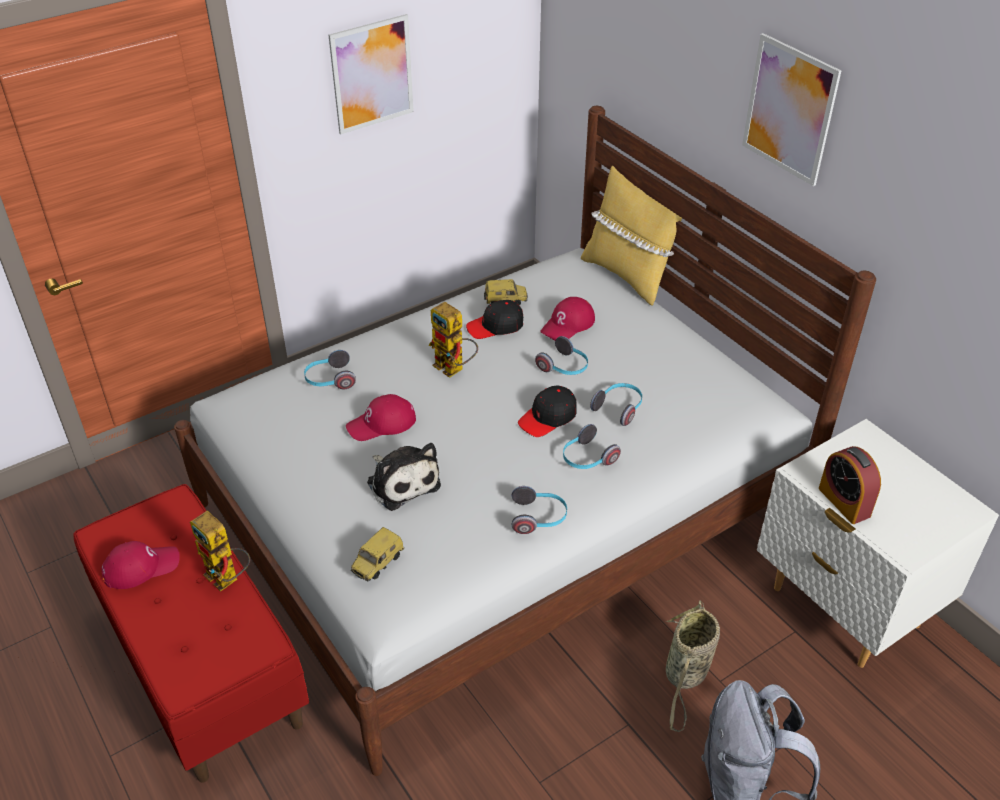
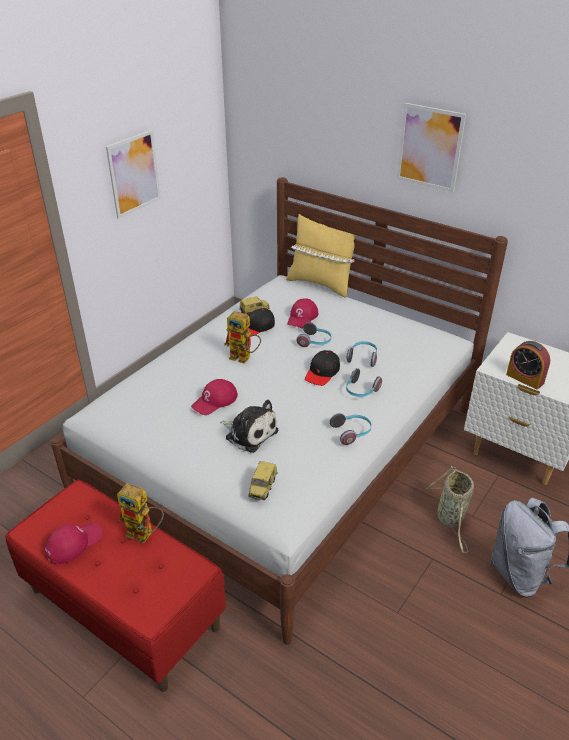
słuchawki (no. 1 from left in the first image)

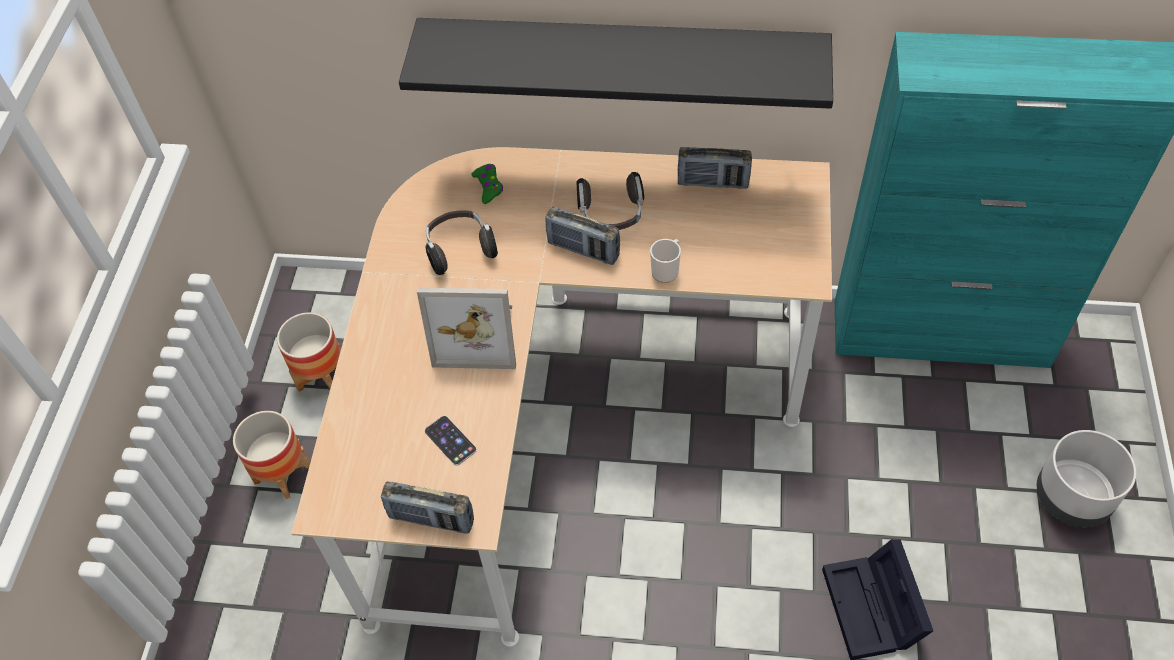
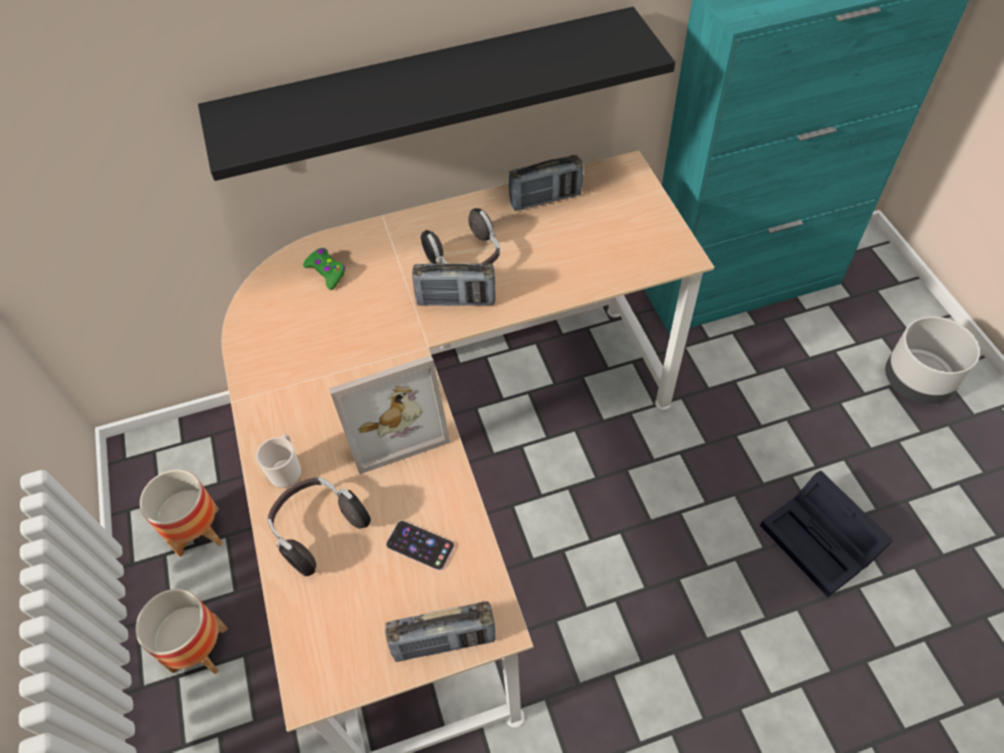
słuchawki (no. 1 from left); kubek

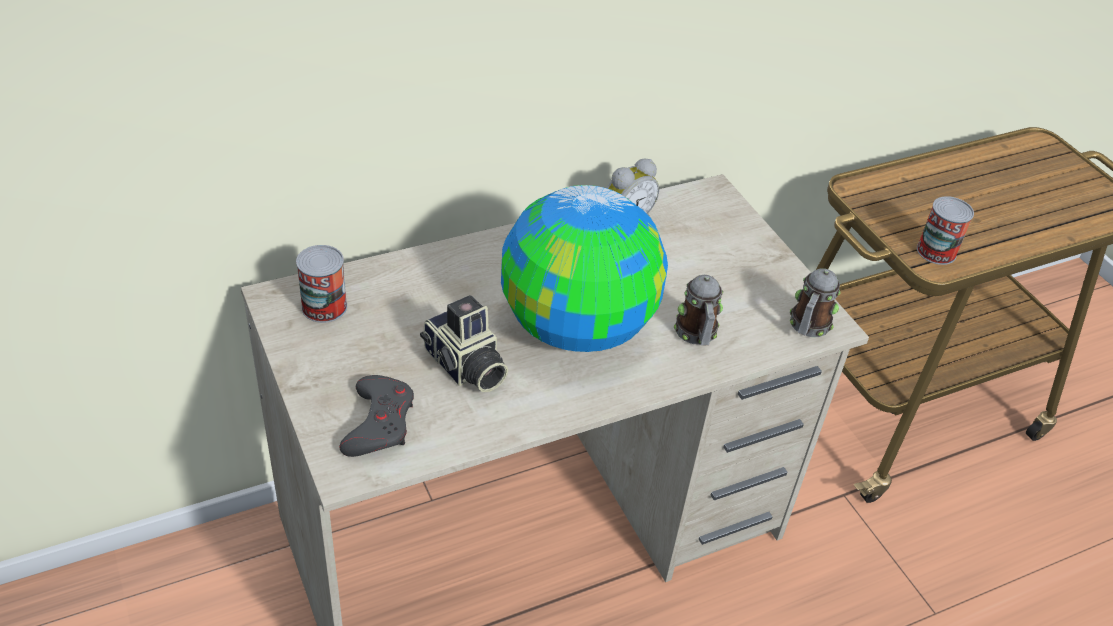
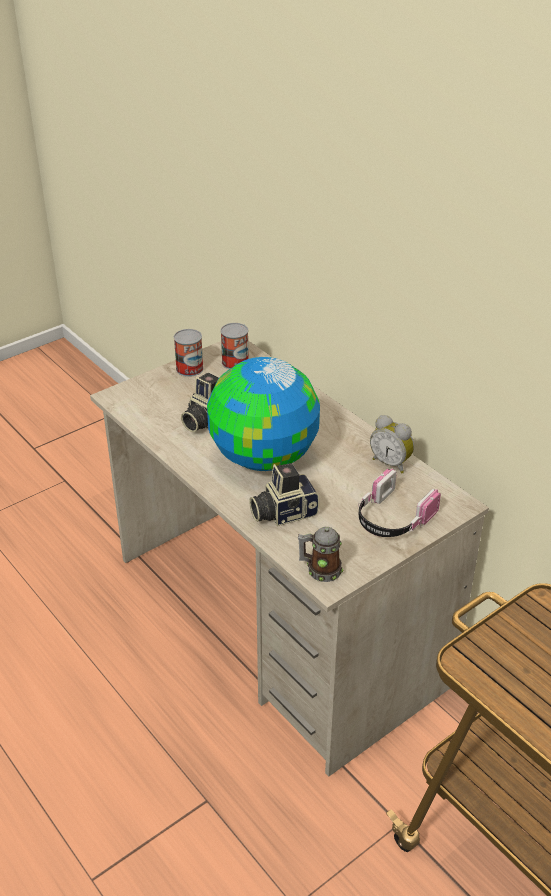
puszka (no. 1 from left); aparat fotograficzny (no. 2 from left); pad do gier/szary; słuchawki

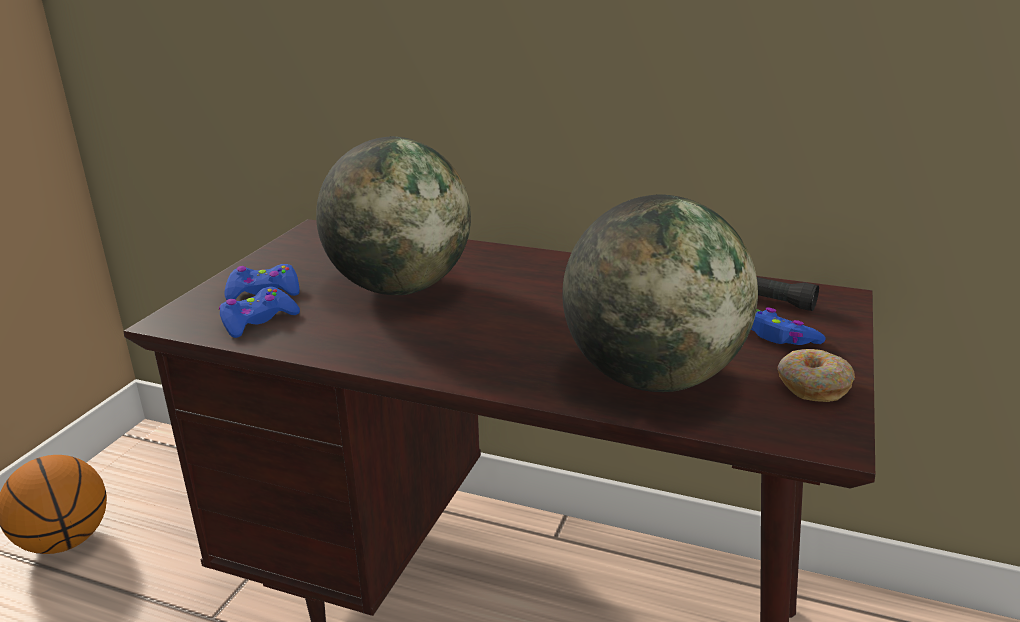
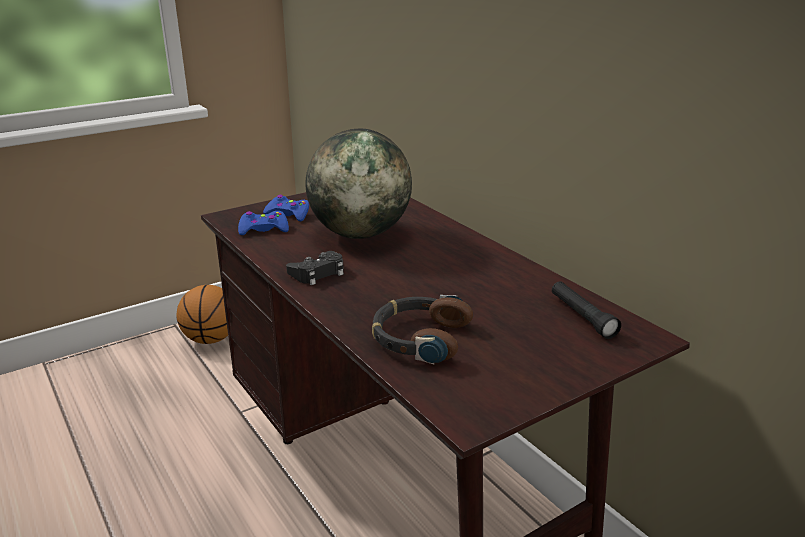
słuchawki; pad do gier/niebieski (no. 3 from left in the first image); donut; pad do gier/czarny

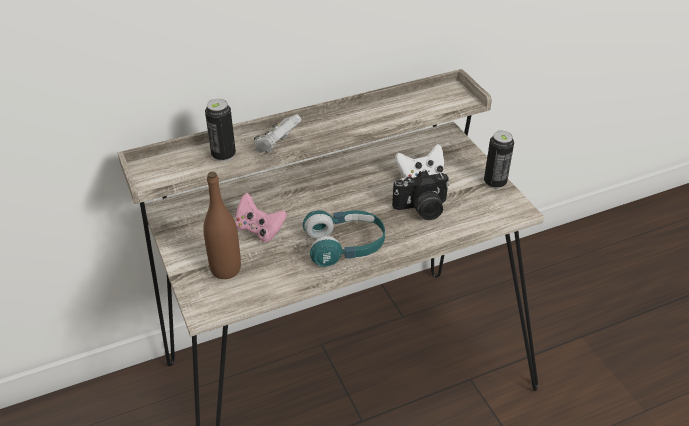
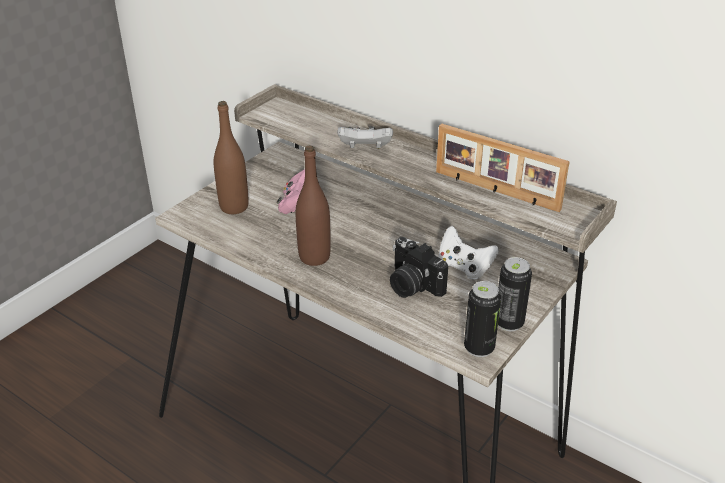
puszka (no. 1 from left); butelka/brązowy (no. 2 from left); ramka na zdjęcie

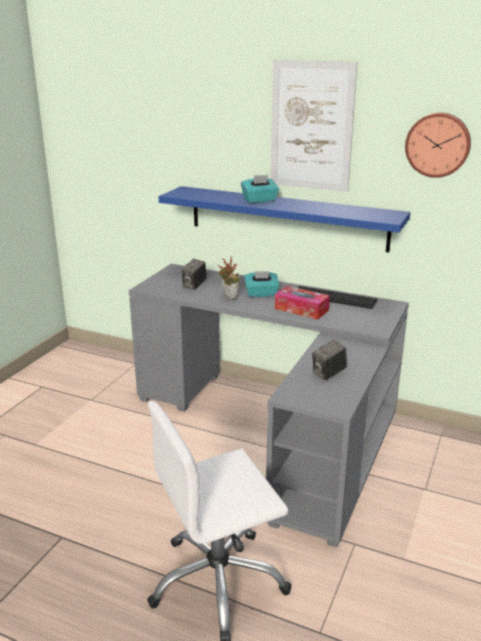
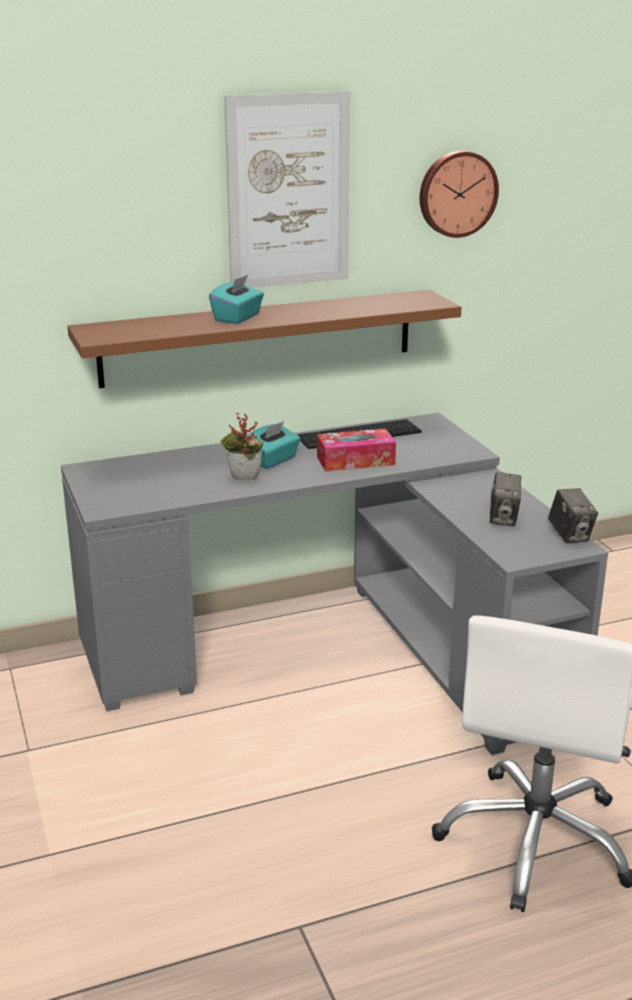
półka/brązowy; aparat fotograficzny (no. 2 from left)

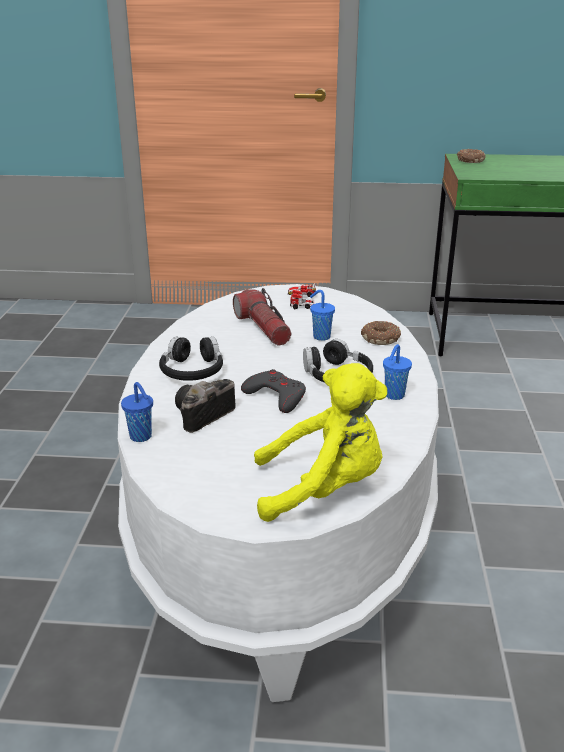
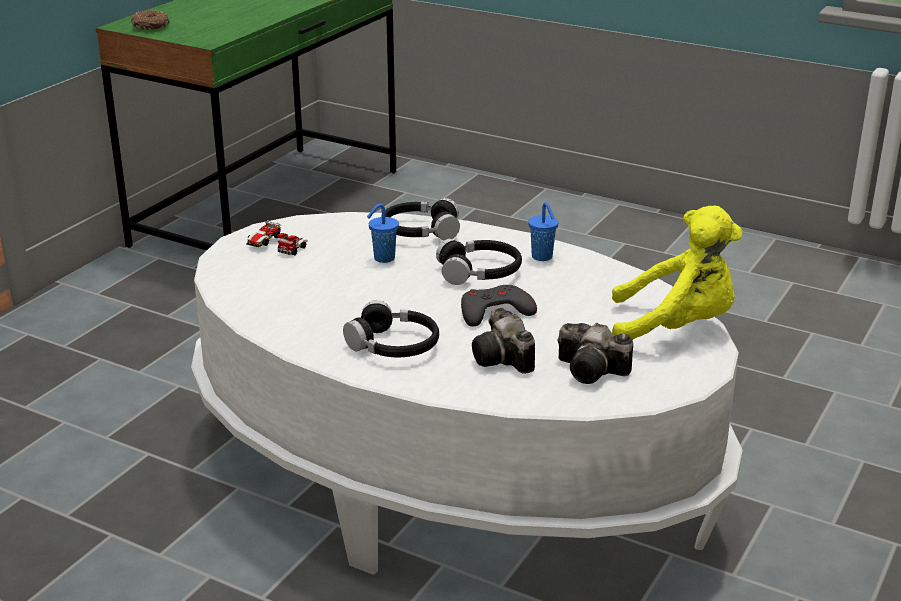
latarka; słuchawki/czarny (no. 2 from left); pluszak/żółty; filiżanka/niebieski (no. 1 from left in the first image); aparat fotograficzny (no. 2 from left)

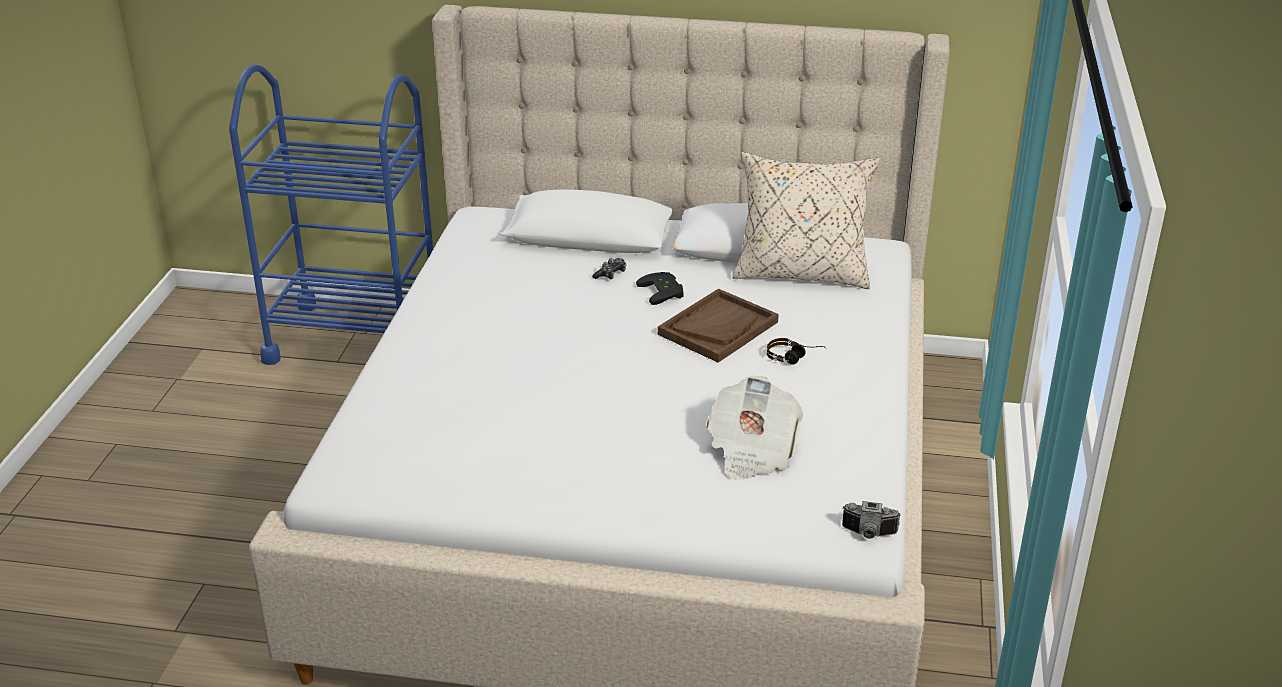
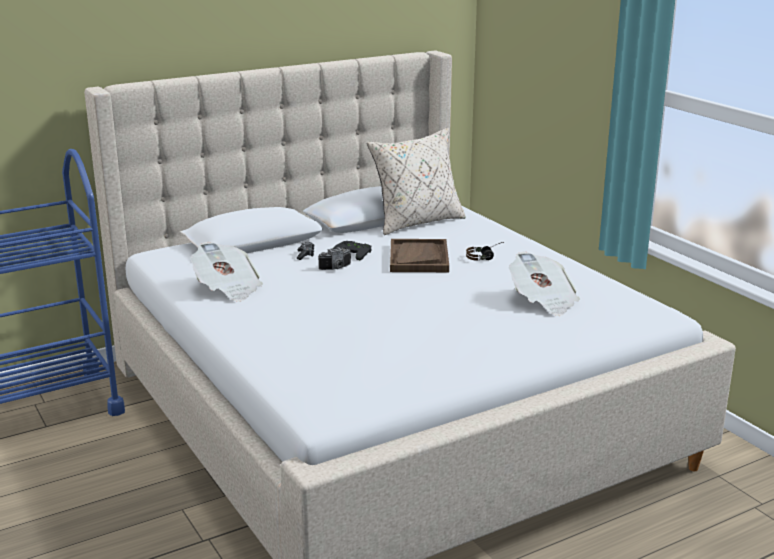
aparat fotograficzny; gazeta (no. 1 from left)

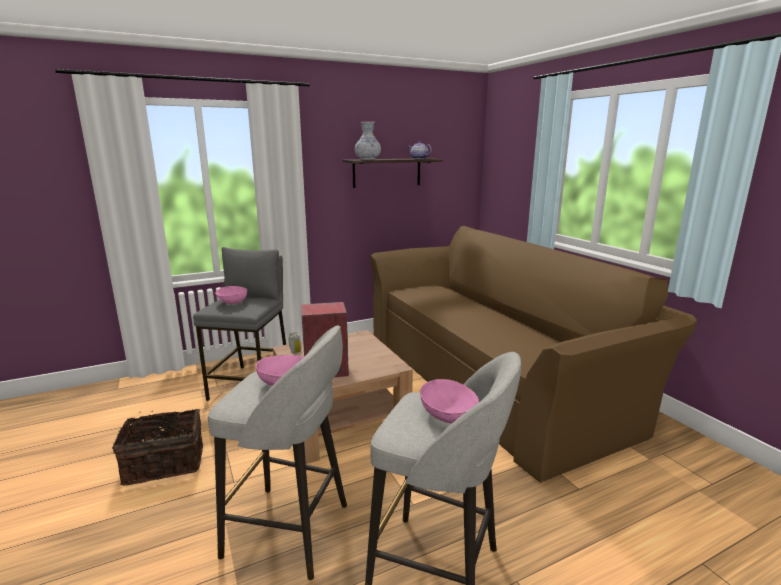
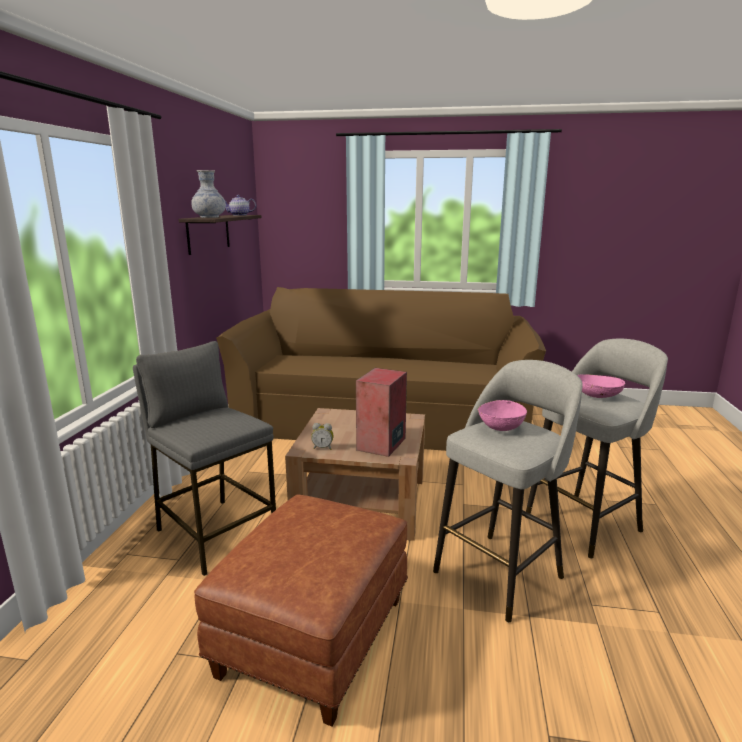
miska/różowy (no. 1 from left in the first image); pufa/brązowy

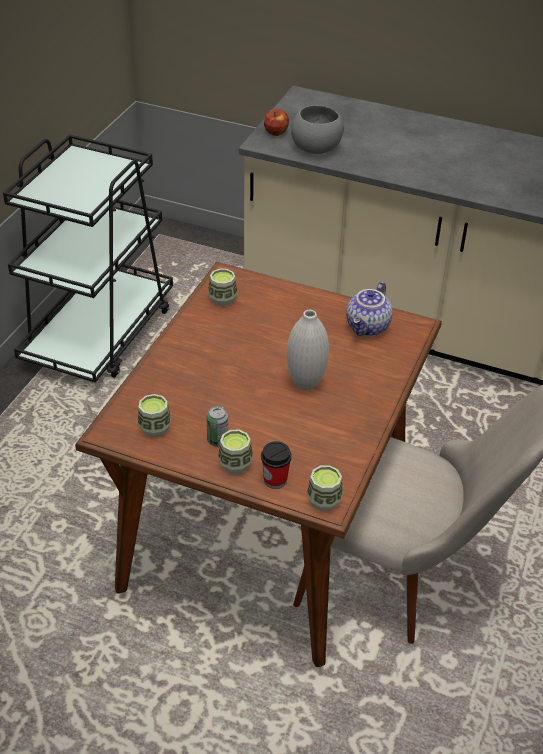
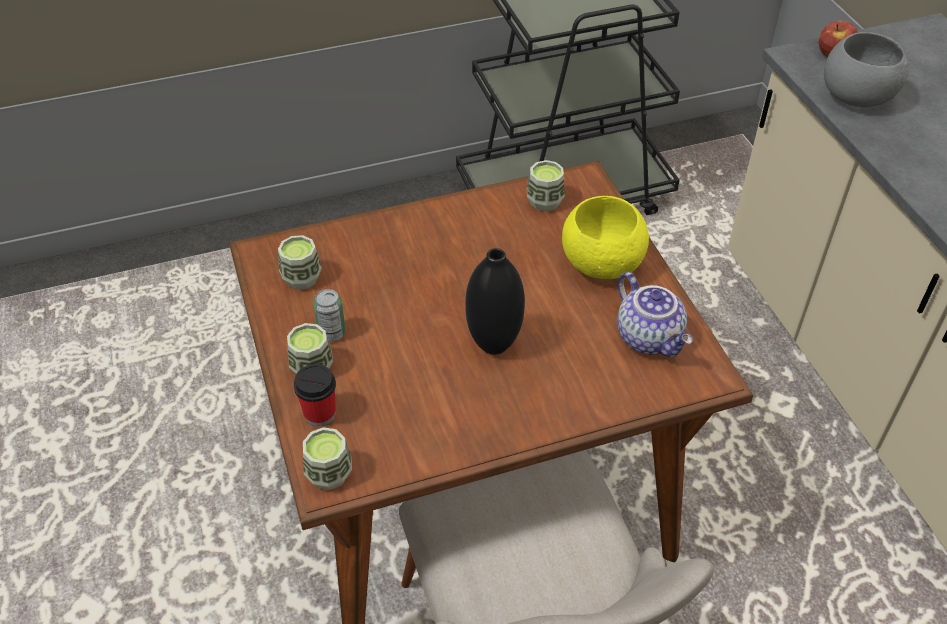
imbryk; wazon/czarny; miska/żółty

